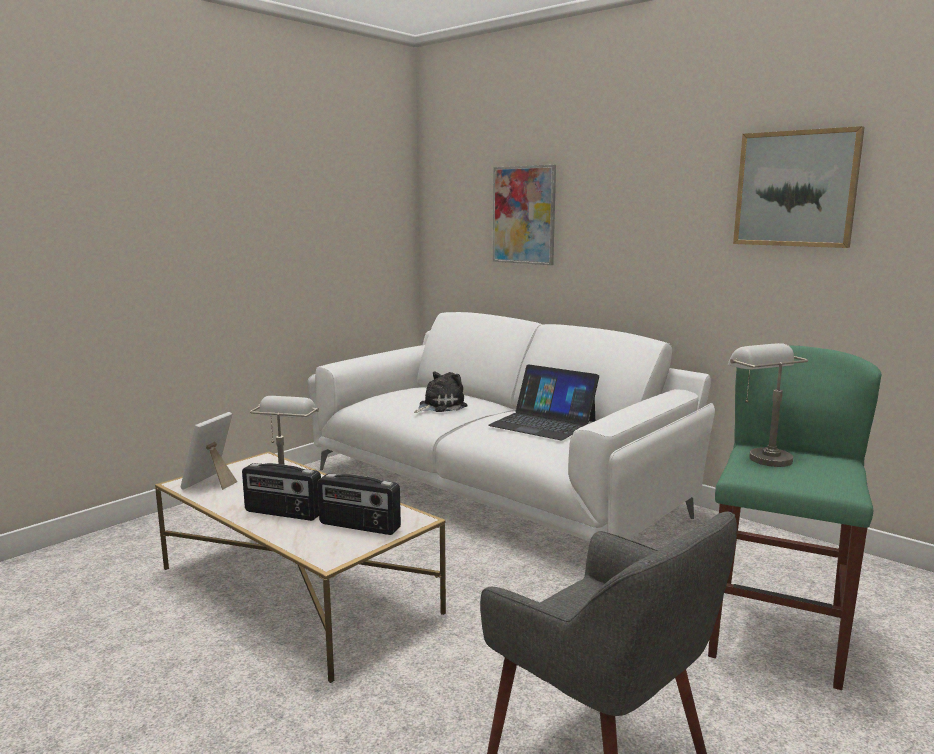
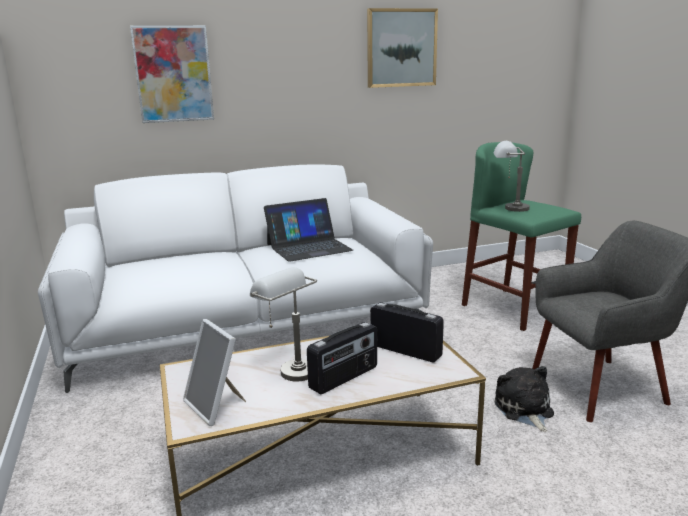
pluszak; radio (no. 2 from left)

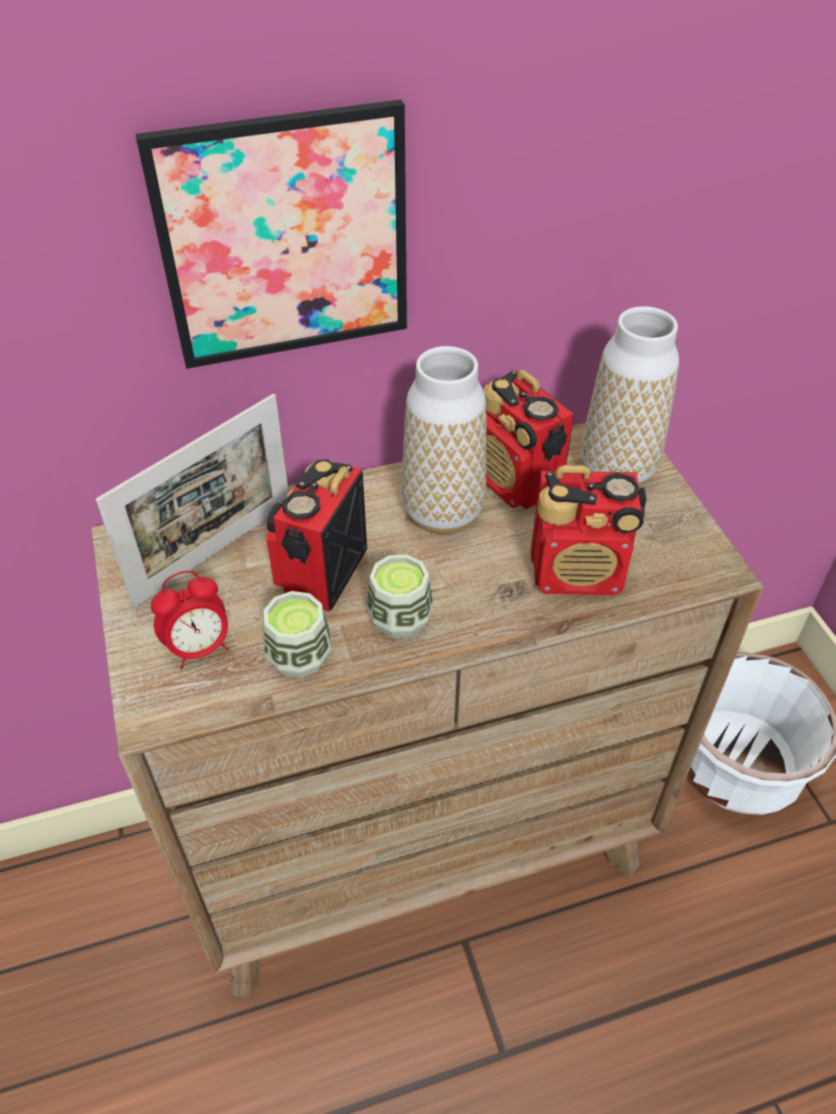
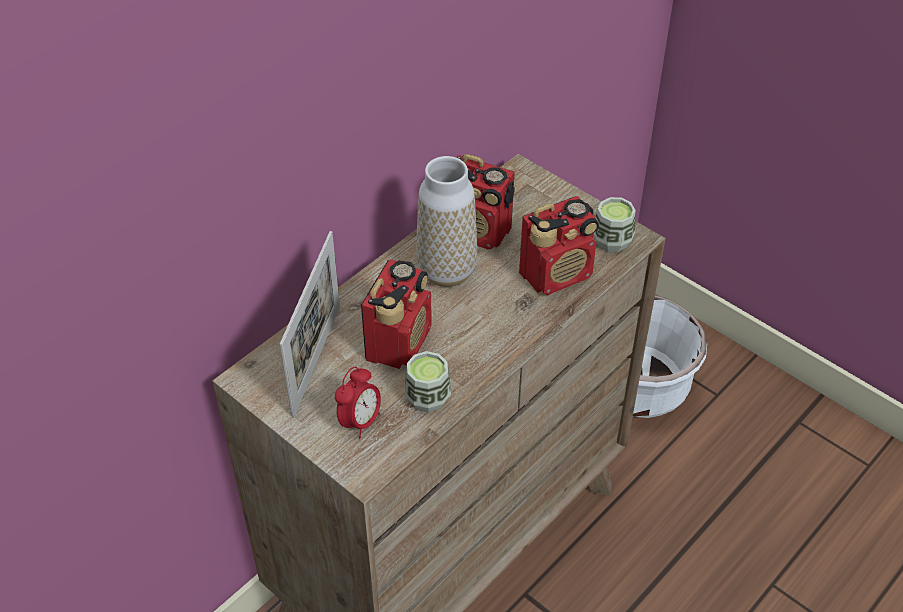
obraz; wazon (no. 2 from left in the first image); radio (no. 1 from left); filiżanka (no. 2 from left)

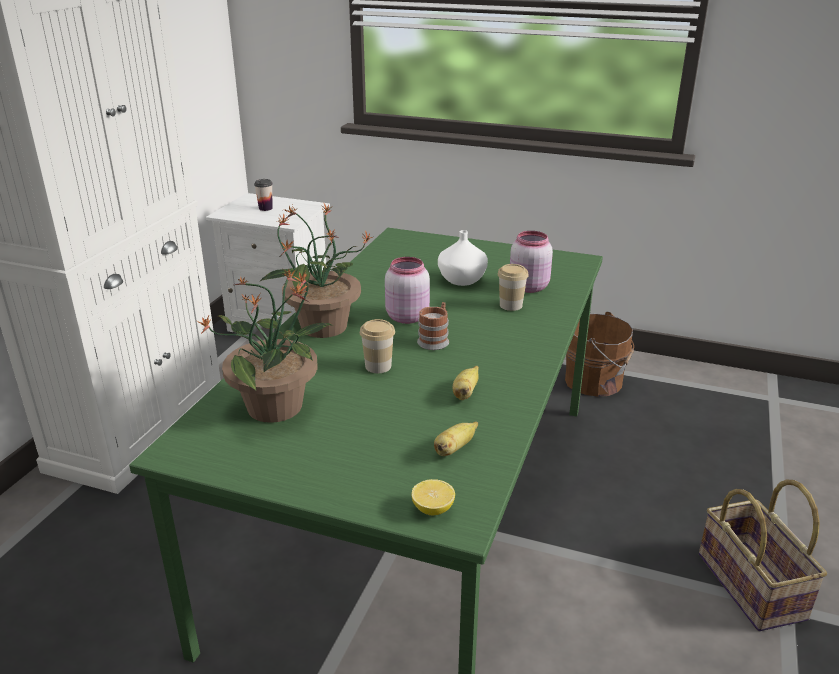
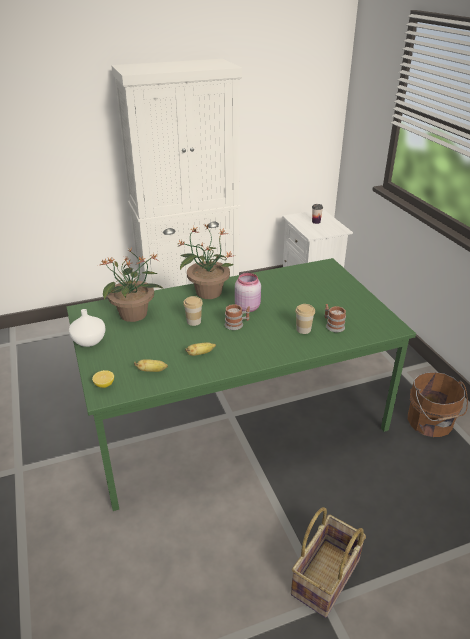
wazon/biały; kubek (no. 2 from left)

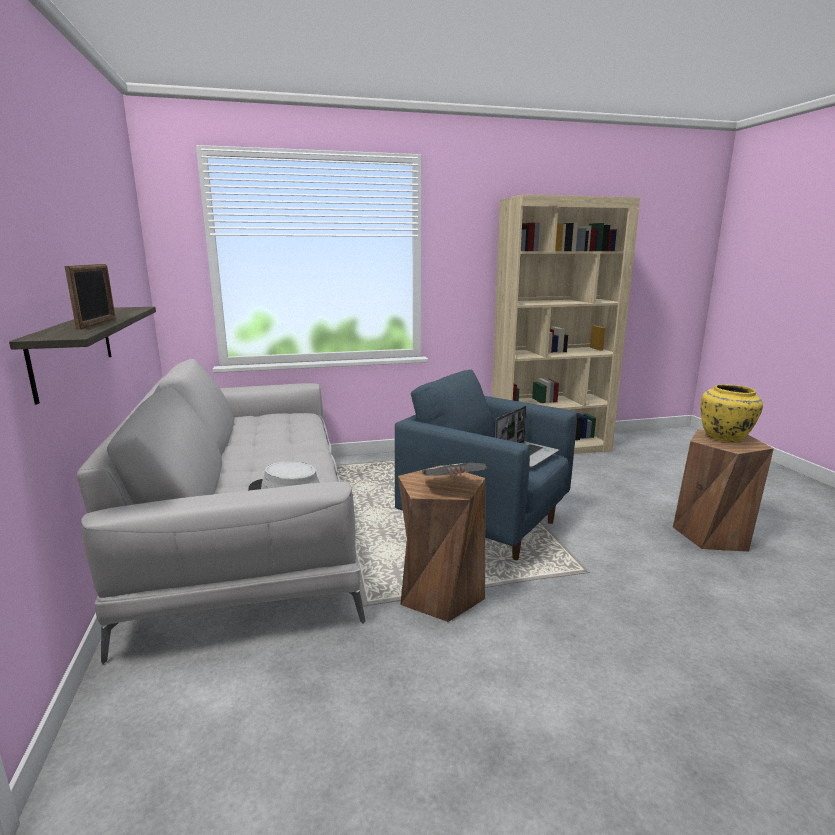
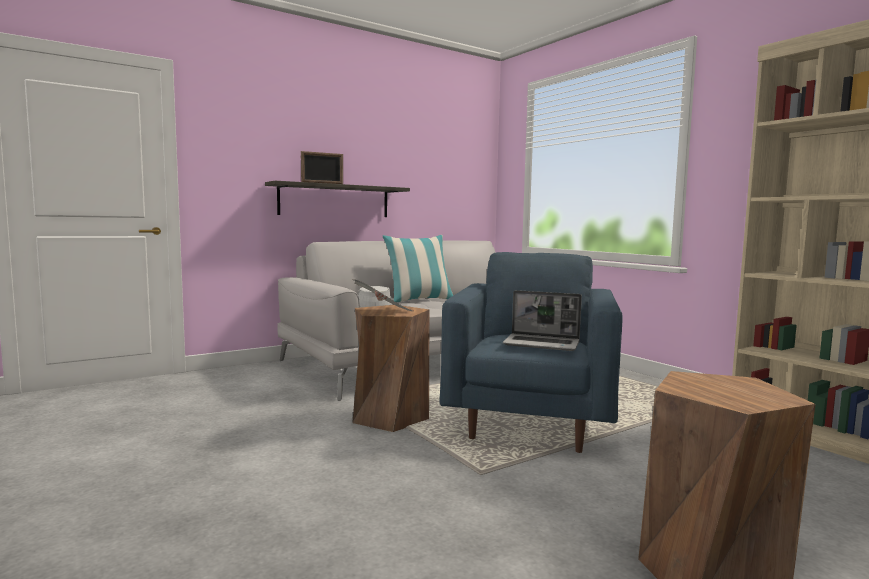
wazon/żółty; poduszka

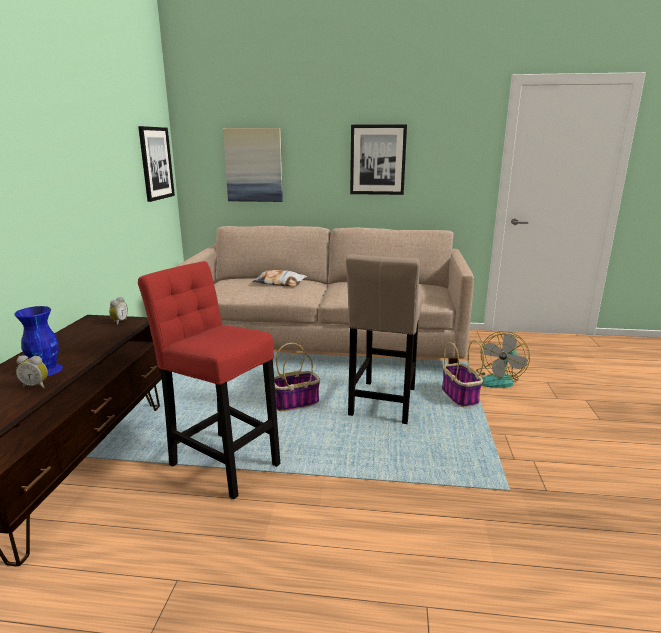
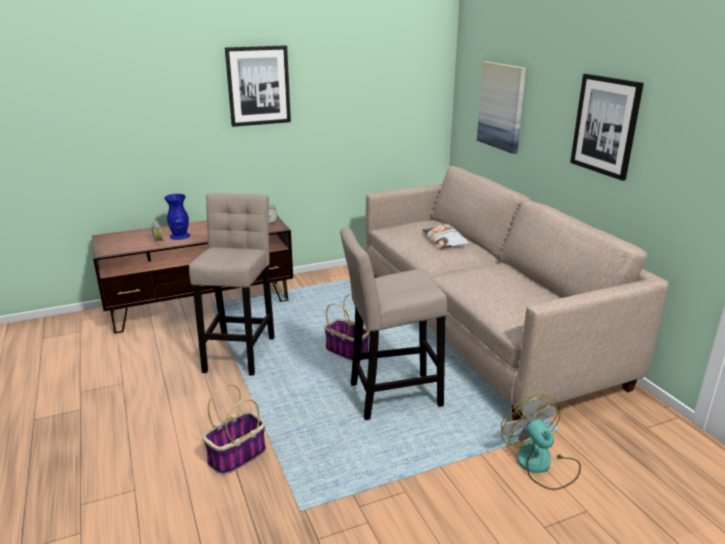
obraz (no. 1 from left); stołek/beżowy (no. 1 from left); wentylator; koszyk (no. 1 from left)

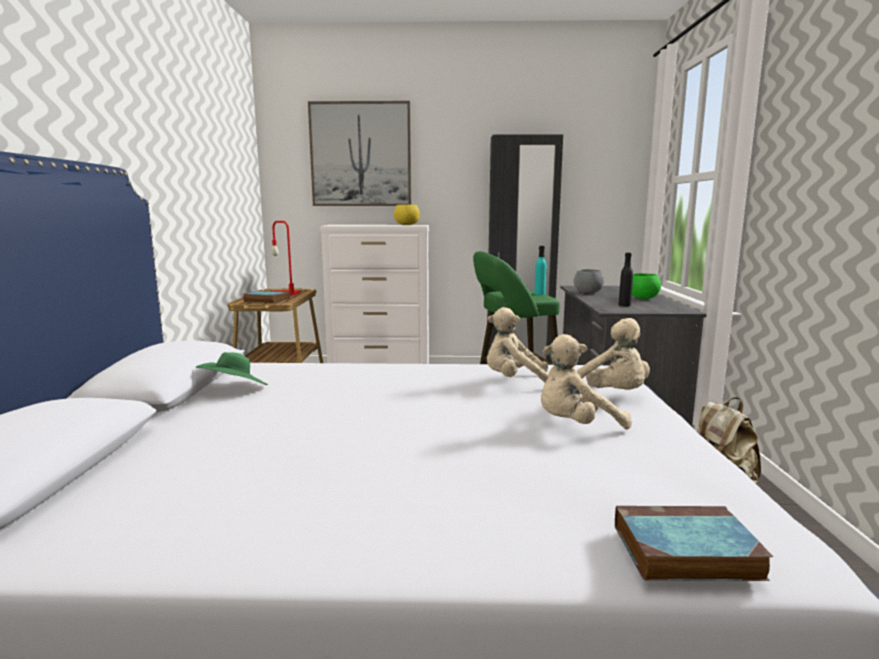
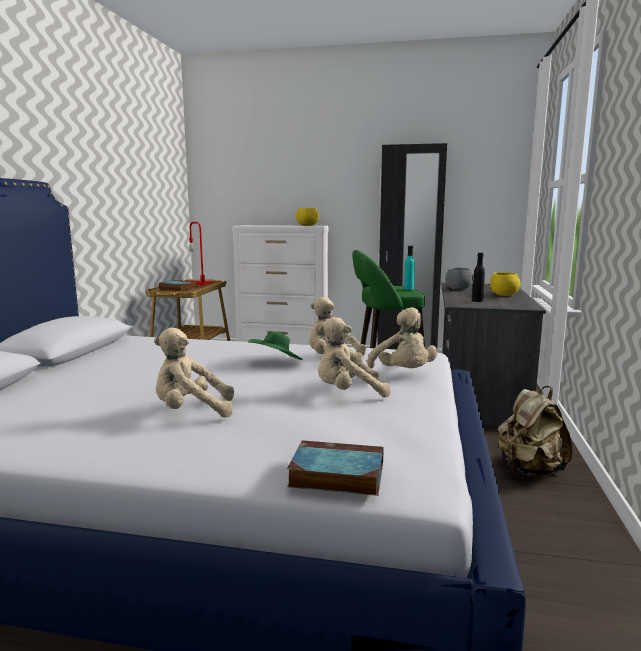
obraz; miska/żółty (no. 2 from left); kapelusz/zielony; pluszak/beżowy (no. 1 from left)

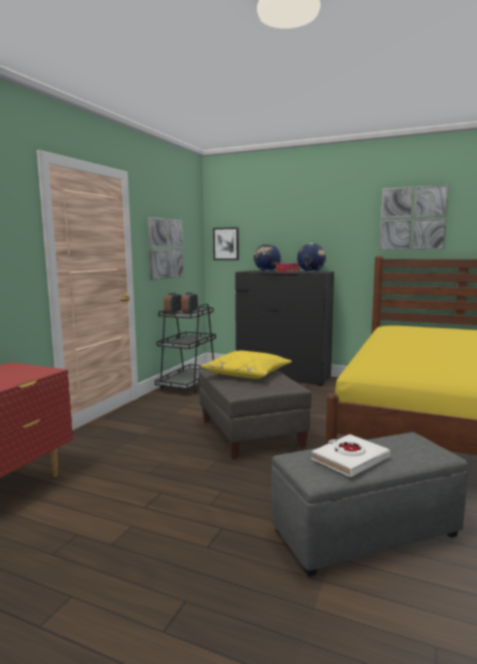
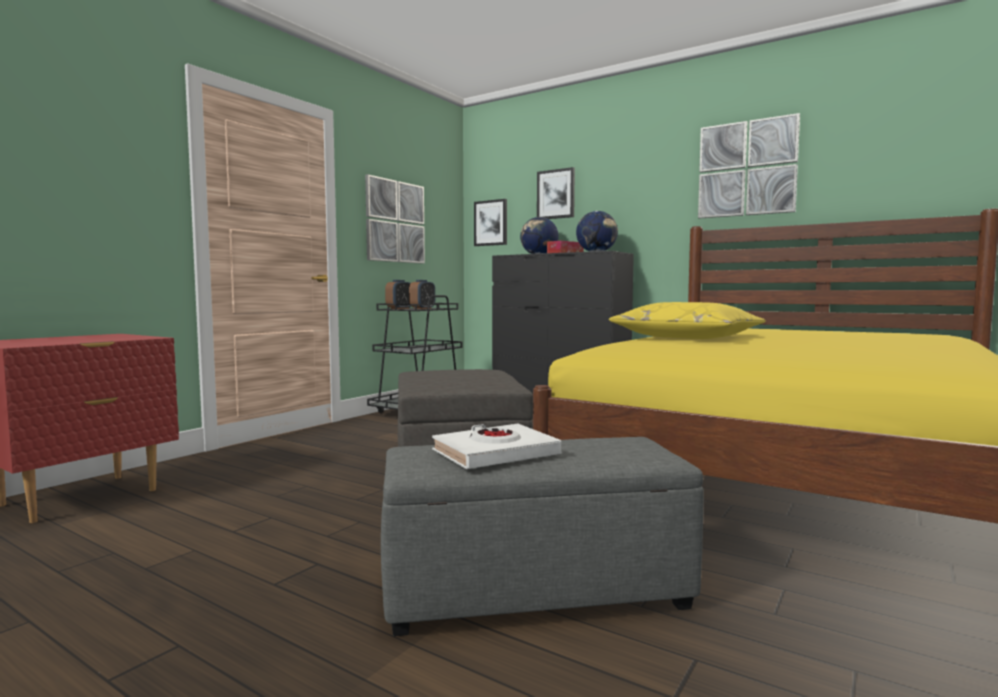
poduszka/żółty; obraz (no. 3 from left)

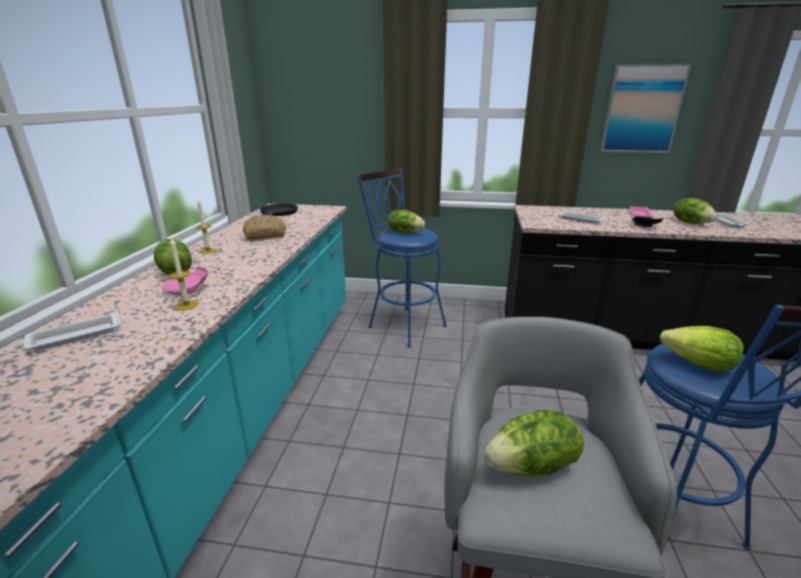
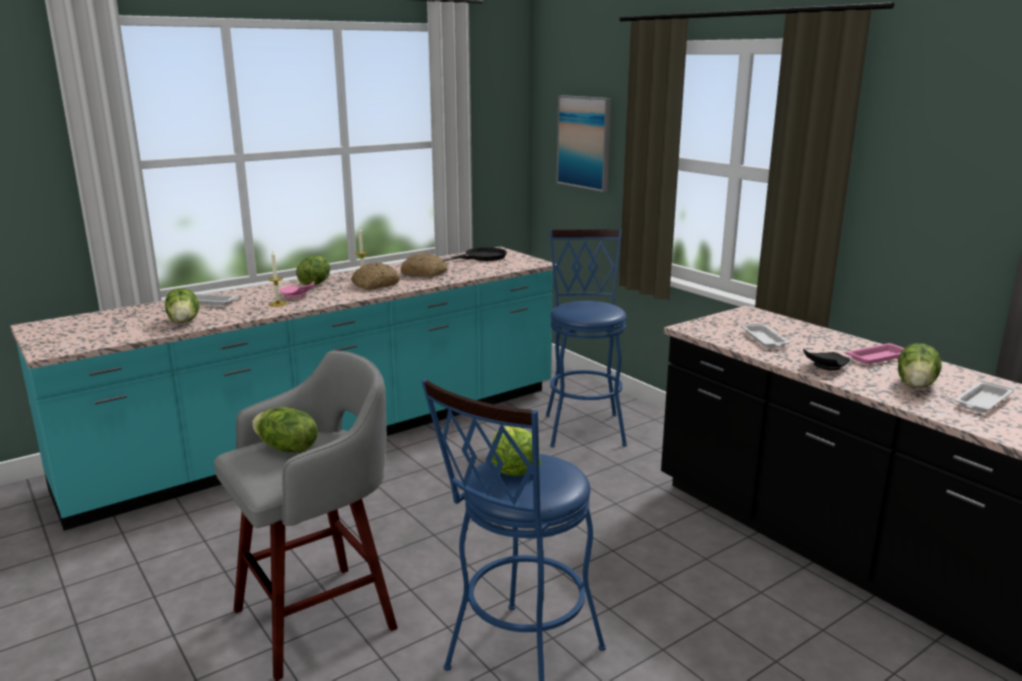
obraz; sałata (no. 1 from left); chleb (no. 1 from left)

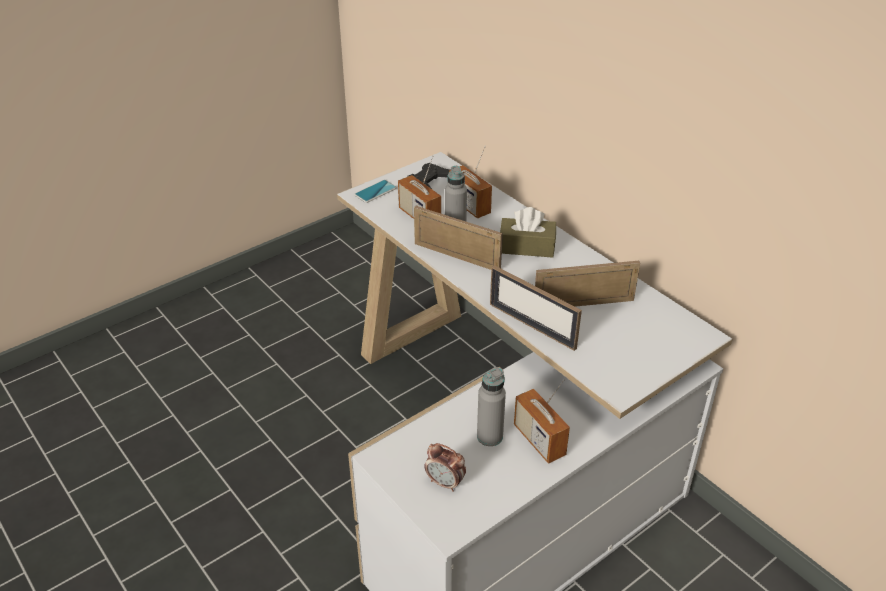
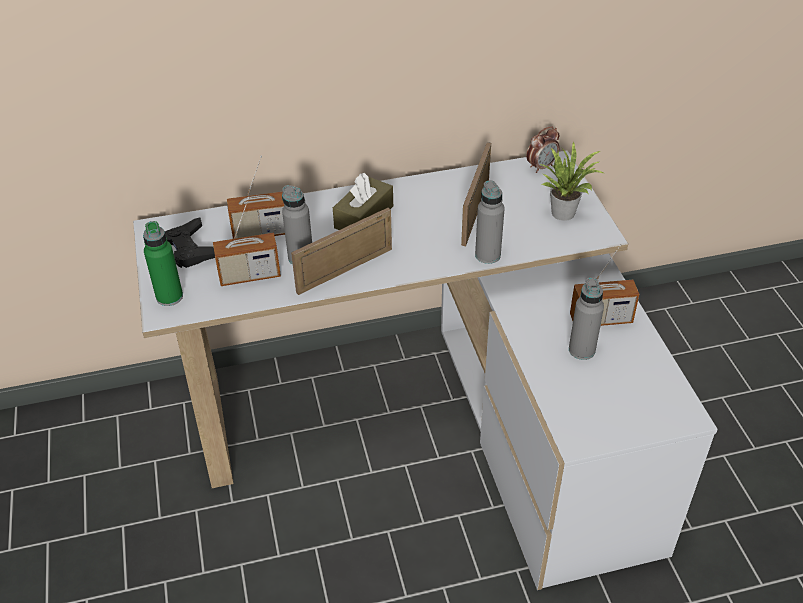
butelka/zielony; butelka/szary (no. 2 from left); budzik; roślina doniczkowa

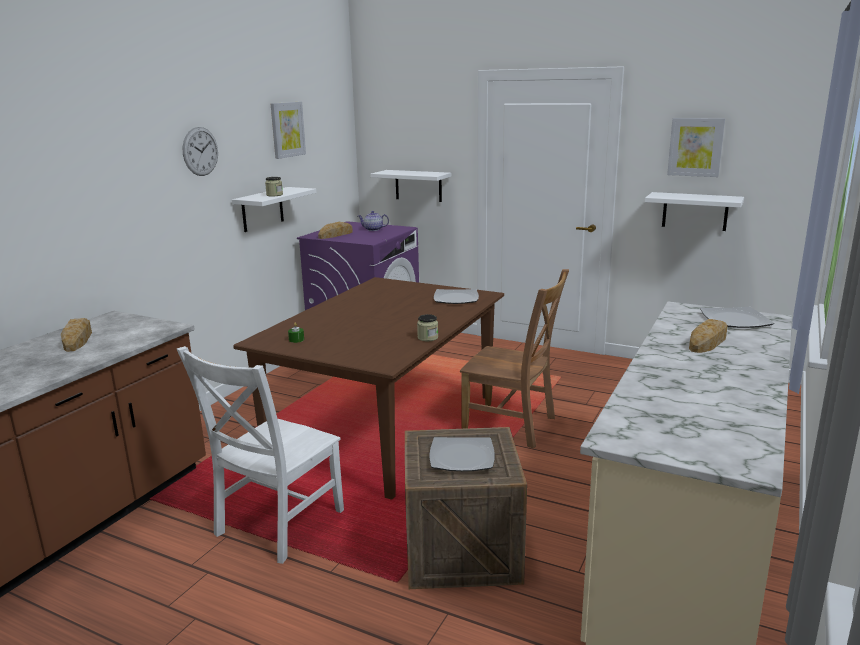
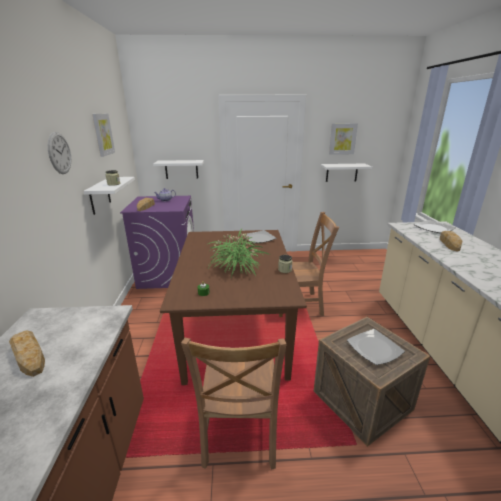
krzesło/brązowy (no. 1 from left); roślina doniczkowa

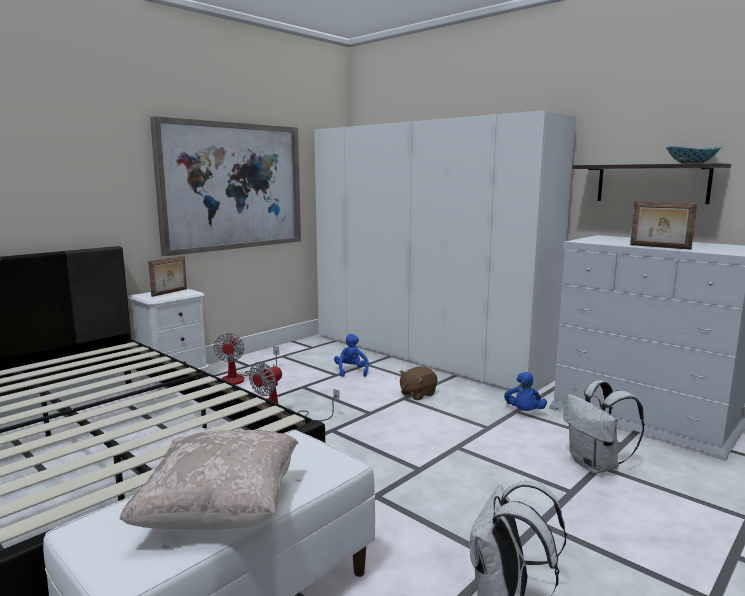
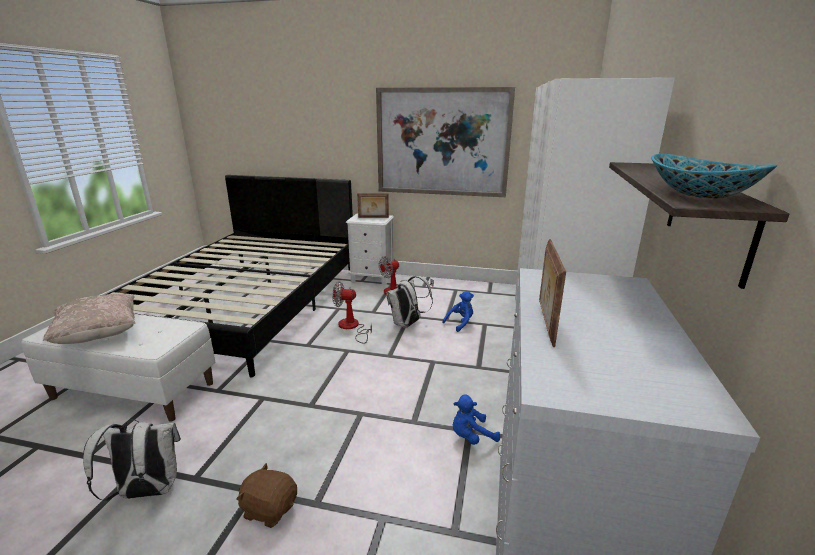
pluszak/brązowy; plecak/biały (no. 2 from left)

